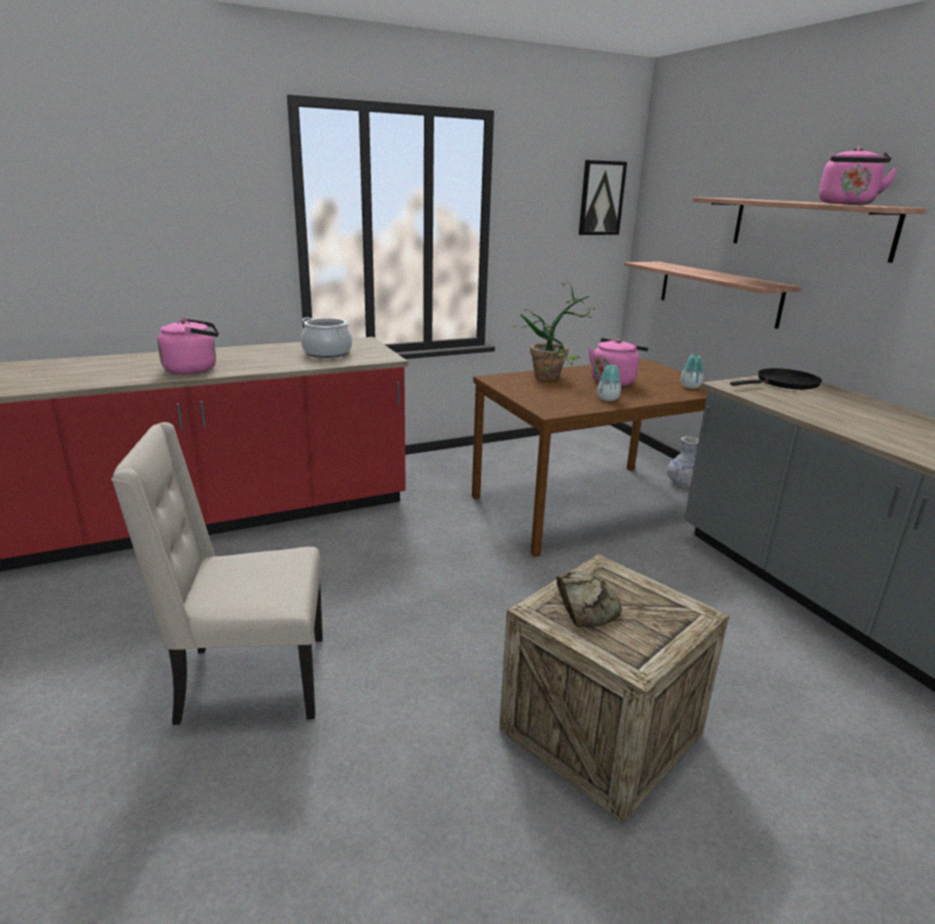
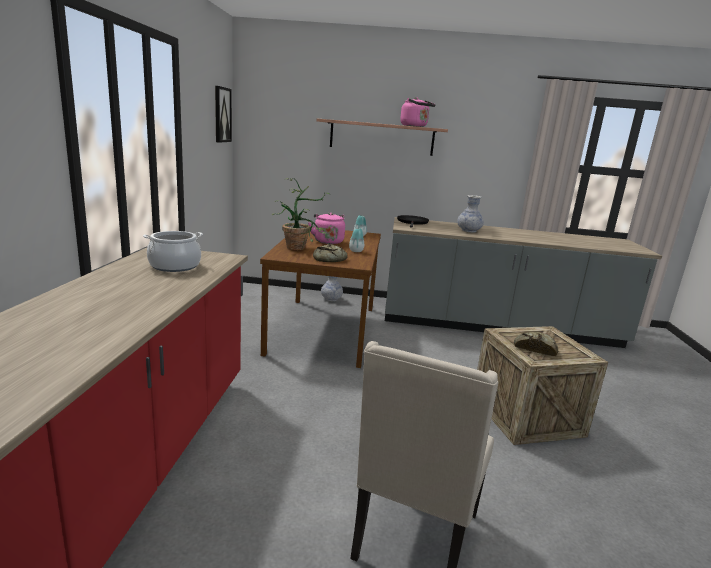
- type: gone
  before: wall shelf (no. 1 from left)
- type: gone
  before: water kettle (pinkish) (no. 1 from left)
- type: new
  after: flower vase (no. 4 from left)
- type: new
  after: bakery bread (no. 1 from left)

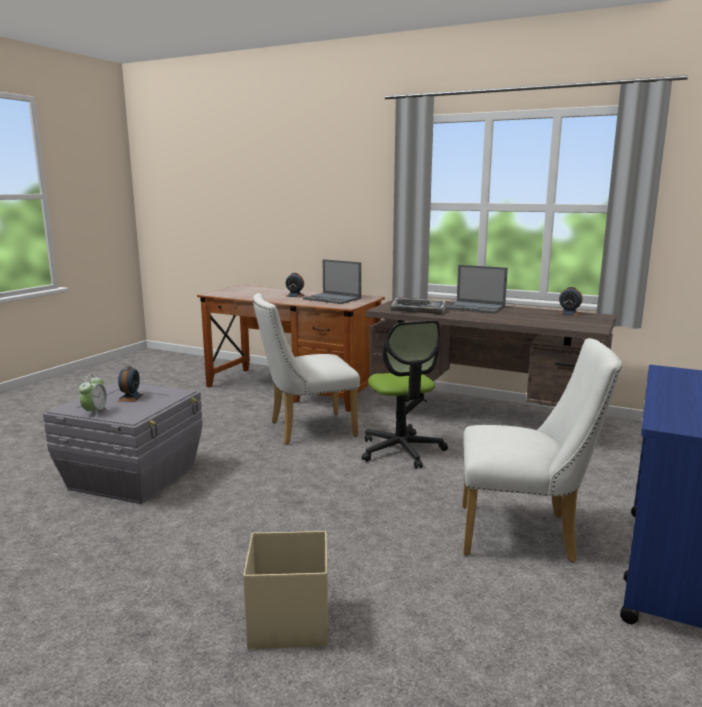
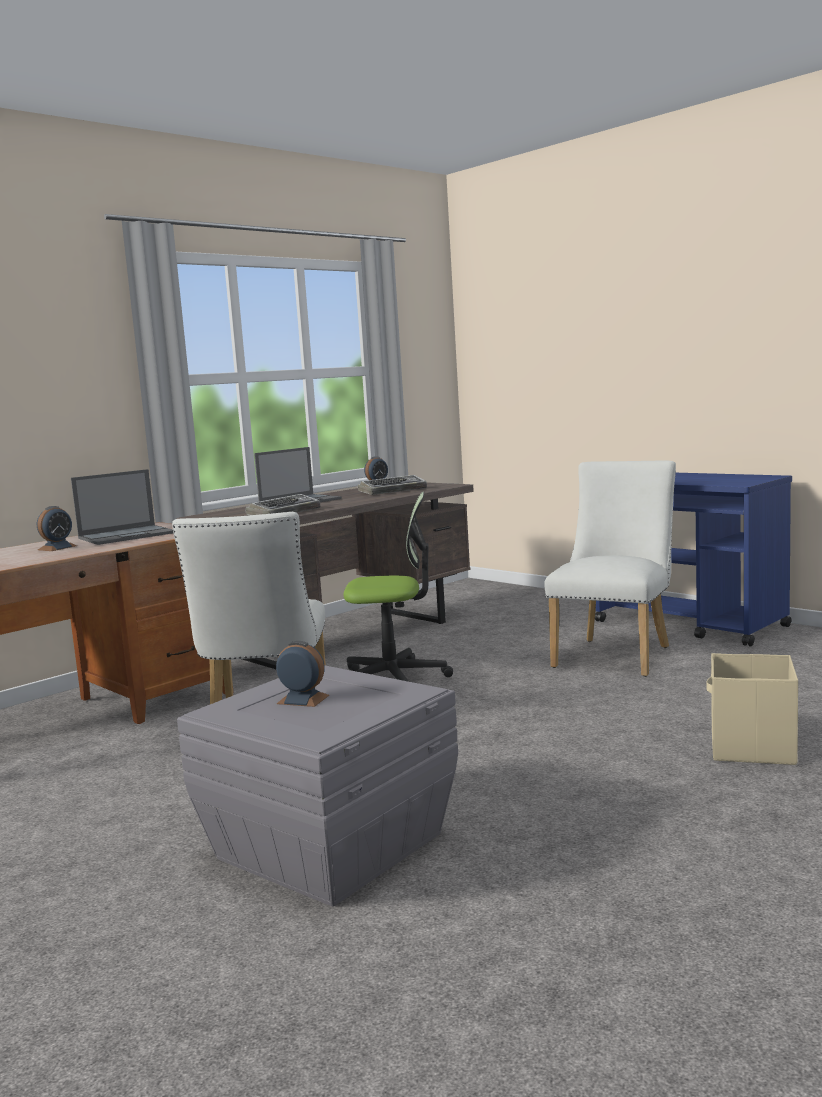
- type: gone
  before: table clock (no. 1 from left)
- type: new
  after: keyboard (no. 2 from left)

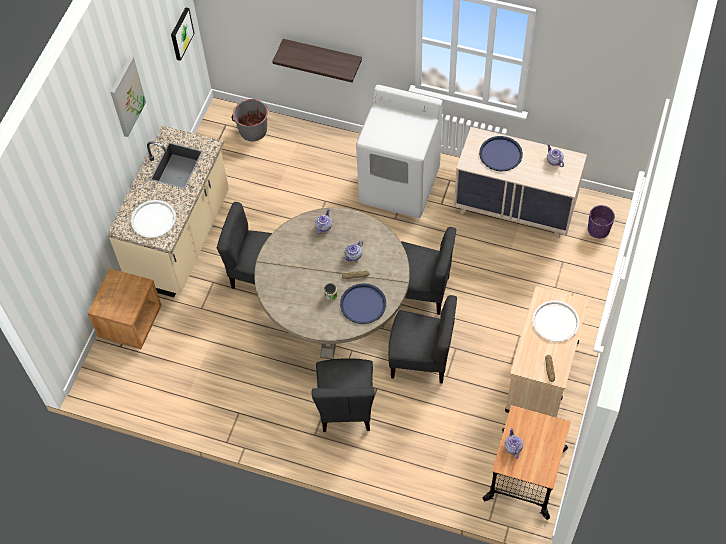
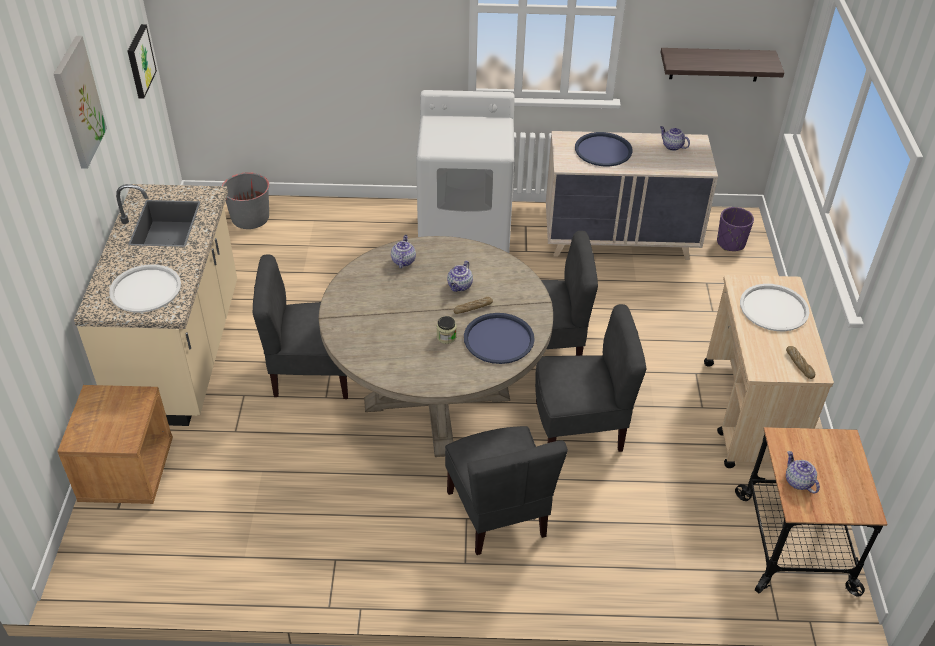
- type: shifted
  before: wall shelf

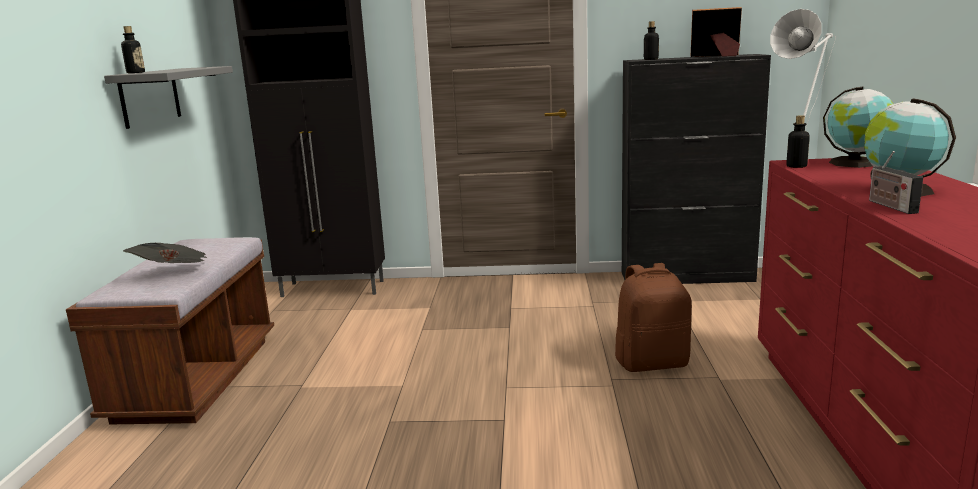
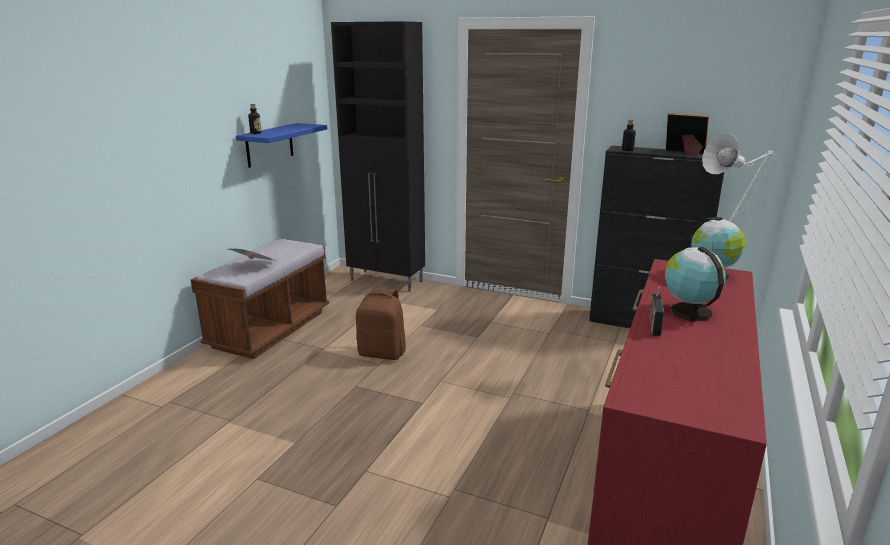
- type: repainted
  before: wall shelf (greyish)
  after: wall shelf (bluish)
- type: gone
  before: bottle (no. 3 from left)
- type: shifted
  before: knapsack (brownish)

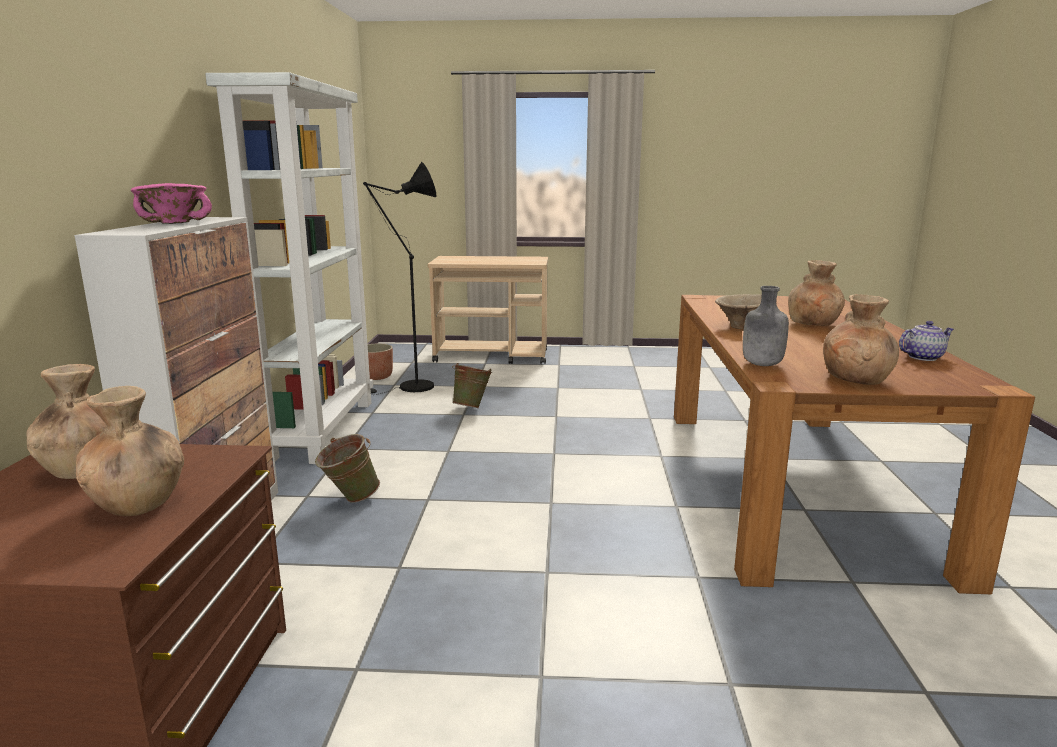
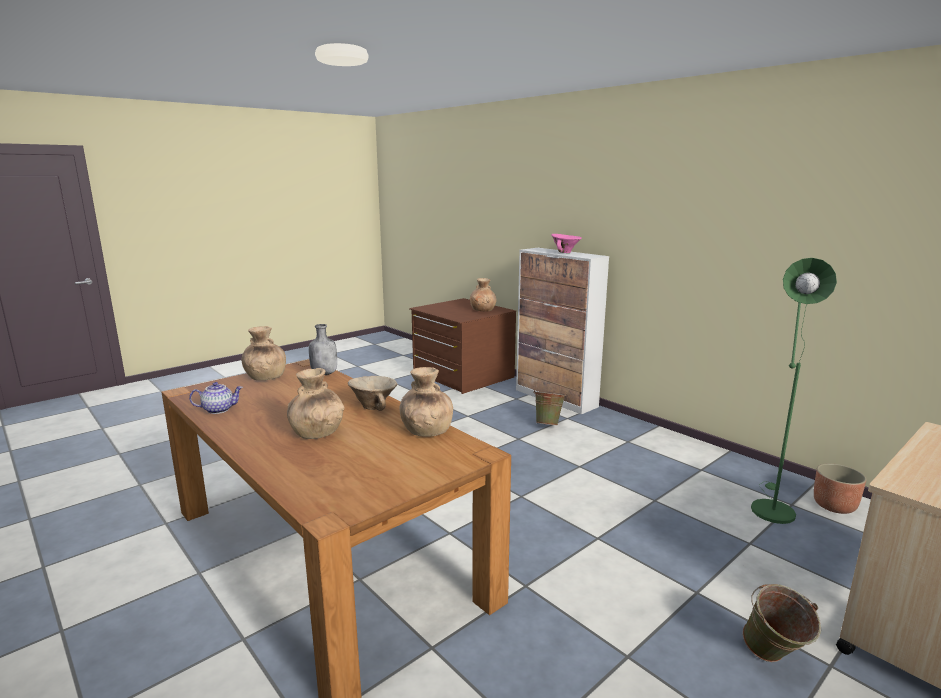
- type: gone
  before: shelving unit (white)
- type: repainted
  before: standard lamp (black)
  after: standard lamp (green)
- type: rotated
  before: teapot
  turn: -135
- type: shifted
  before: bucket (green) (no. 2 from left)
- type: shifted
  before: flower vase (brownish) (no. 2 from left in the first image)
  after: flower vase (brownish) (no. 3 from left)

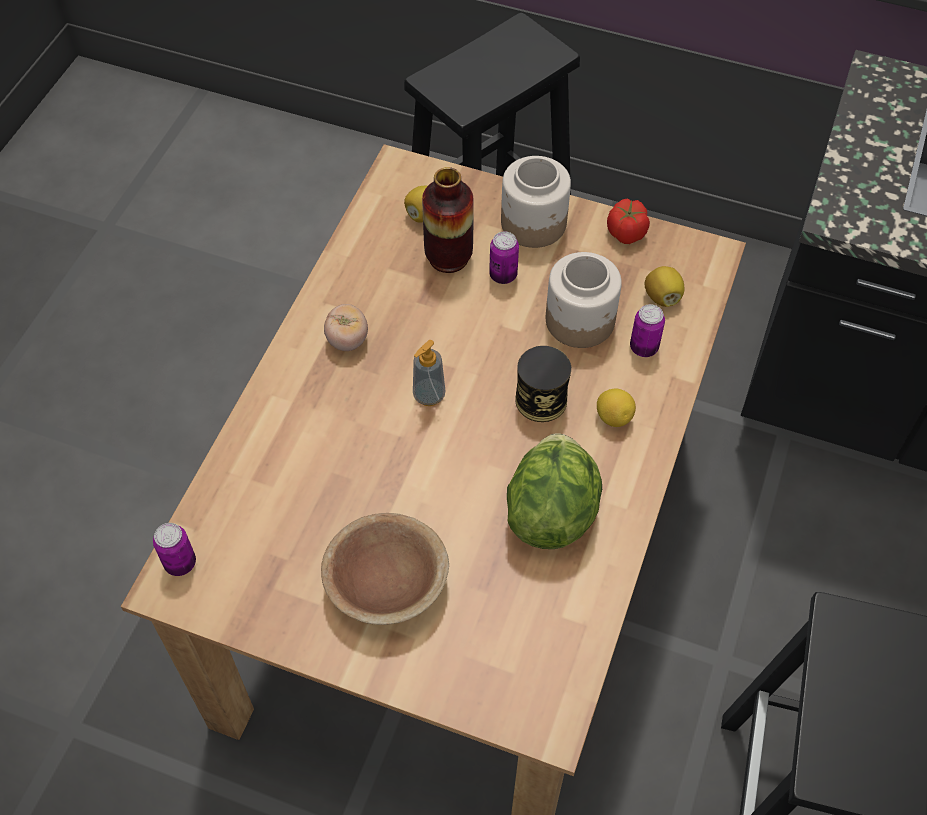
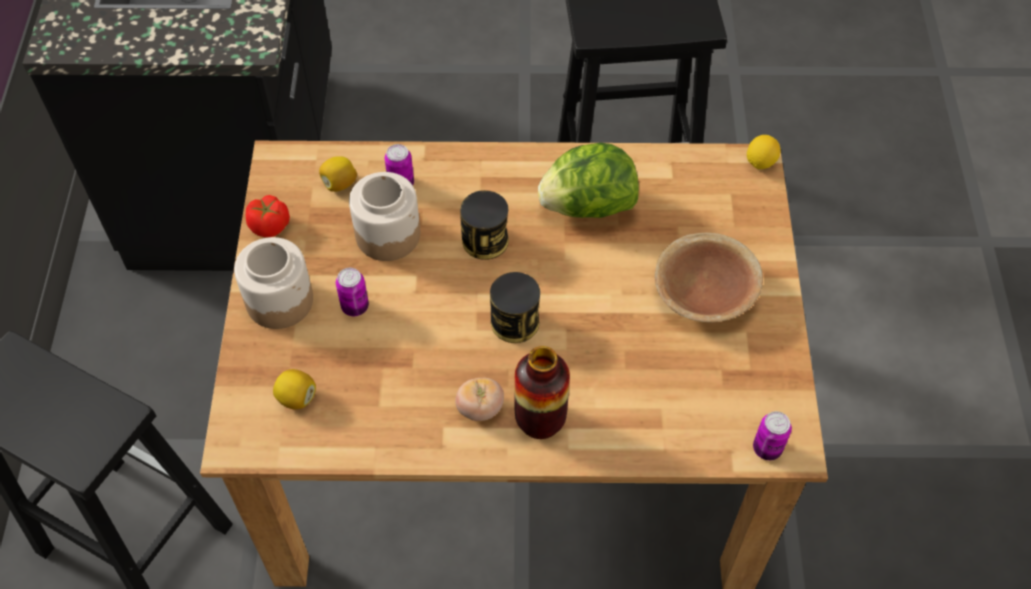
- type: shifted
  before: flower vase
- type: swapped
  before: soap dispenser
  after: can (no. 4 from left)
- type: shifted
  before: whole lemon (no. 2 from left in the first image)
  after: whole lemon (no. 3 from left)

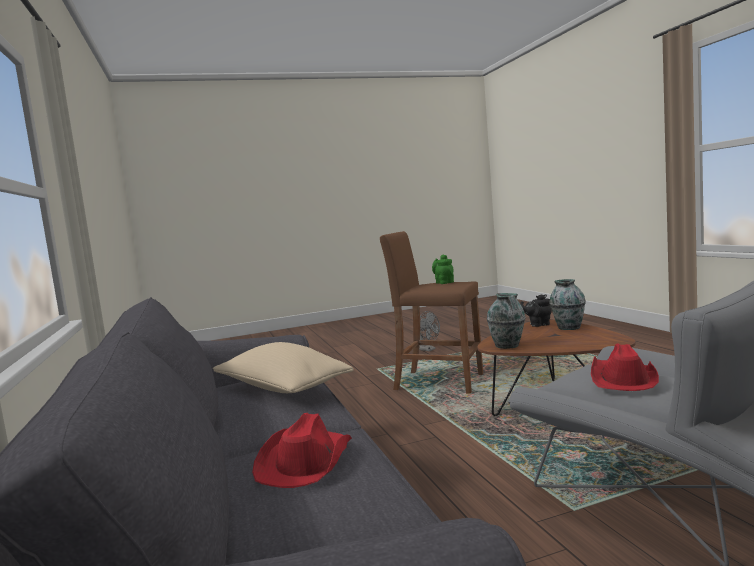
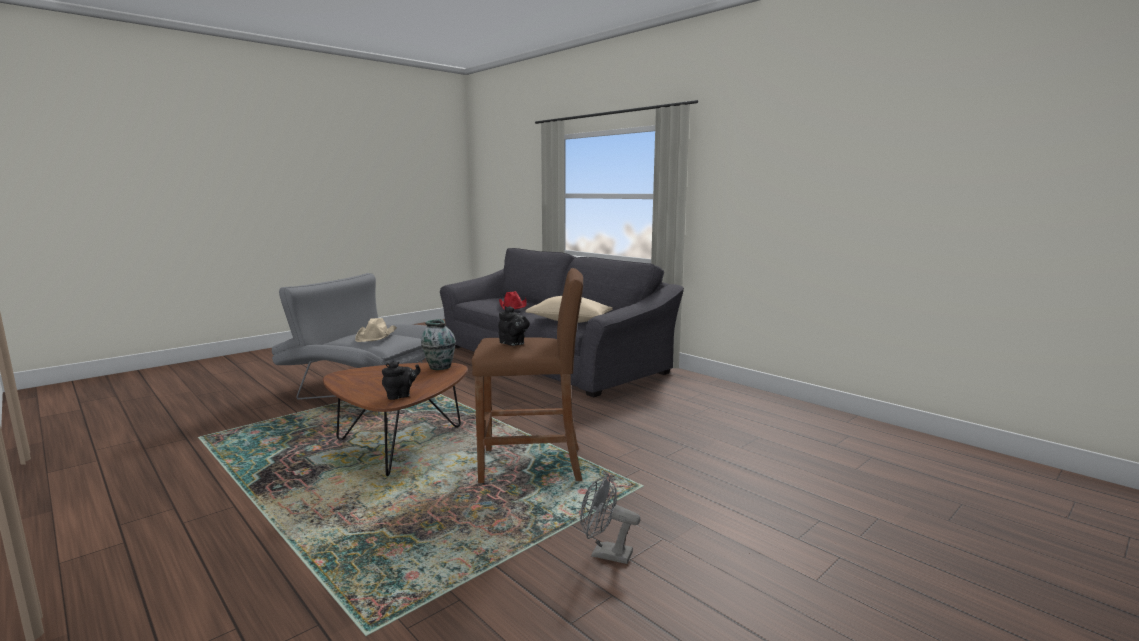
- type: repainted
  before: teapot (green)
  after: teapot (black) (no. 2 from left)
- type: gone
  before: flower vase (no. 2 from left)
- type: repainted
  before: hat (red-coloured) (no. 2 from left)
  after: hat (sand-coloured)

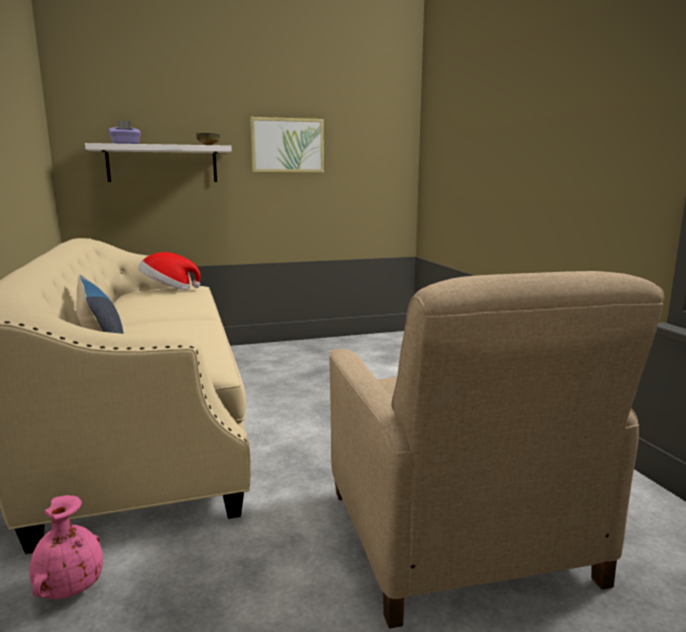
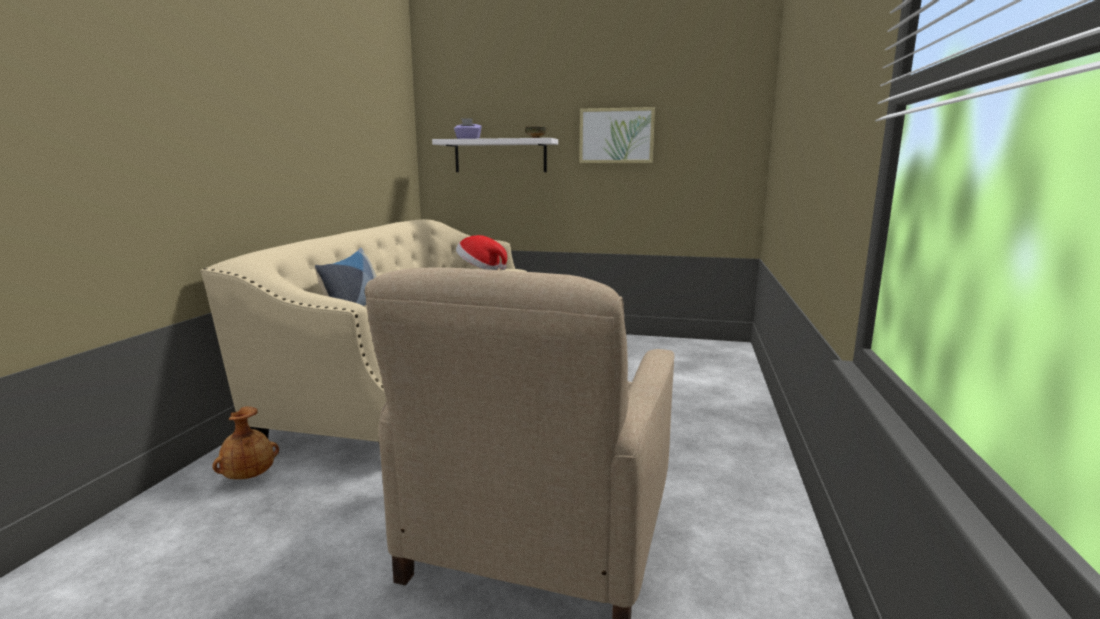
- type: repainted
  before: flower vase (pinkish)
  after: flower vase (brownish)

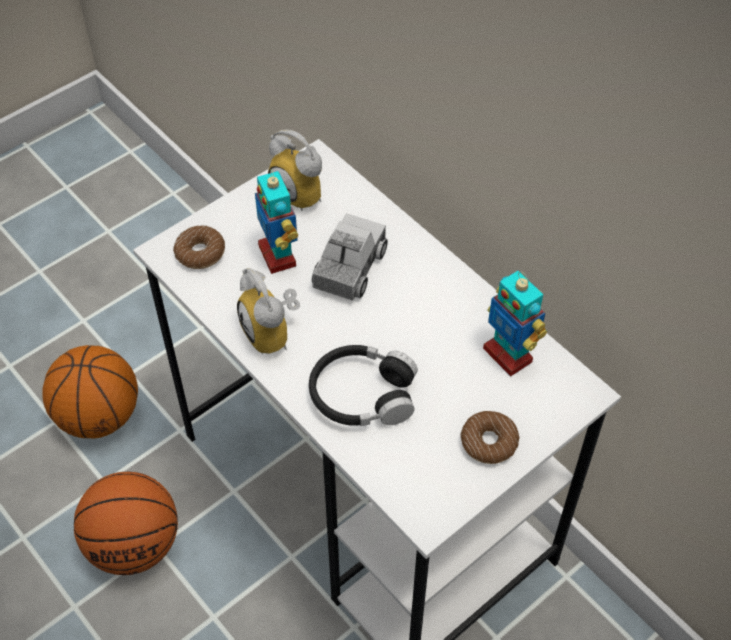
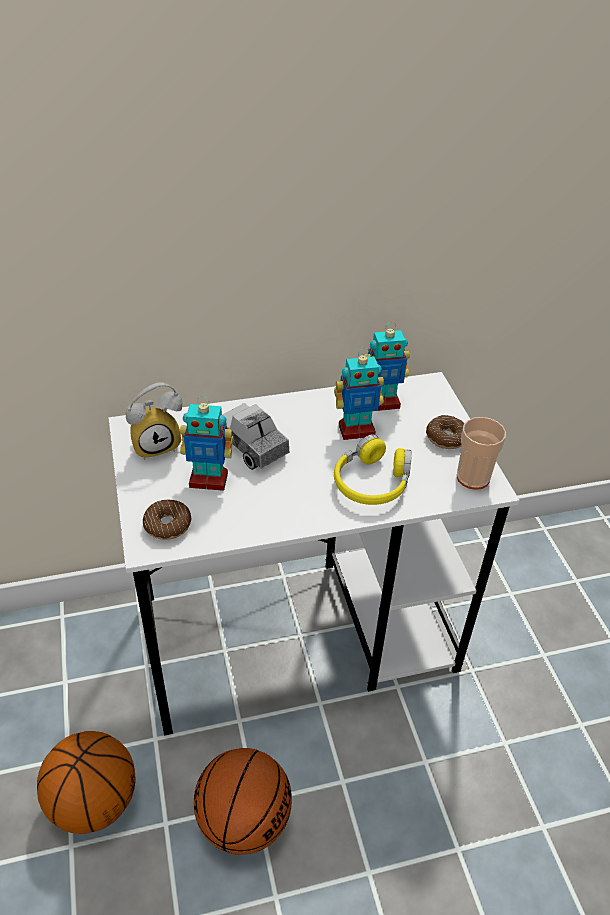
- type: gone
  before: table clock (no. 1 from left)
- type: repainted
  before: headset (black)
  after: headset (yellow)
- type: new
  after: model robot (no. 2 from left)
- type: new
  after: cup

